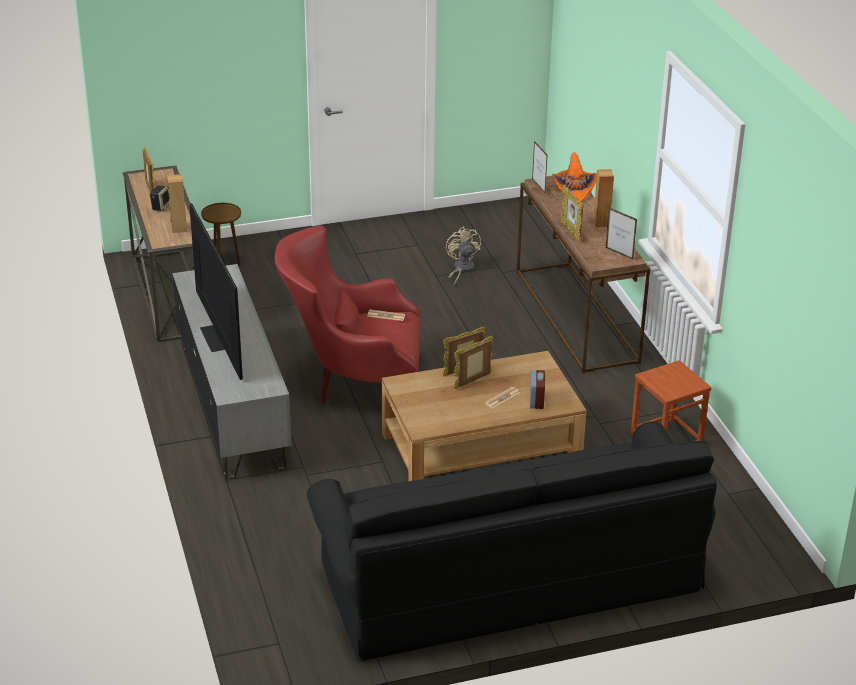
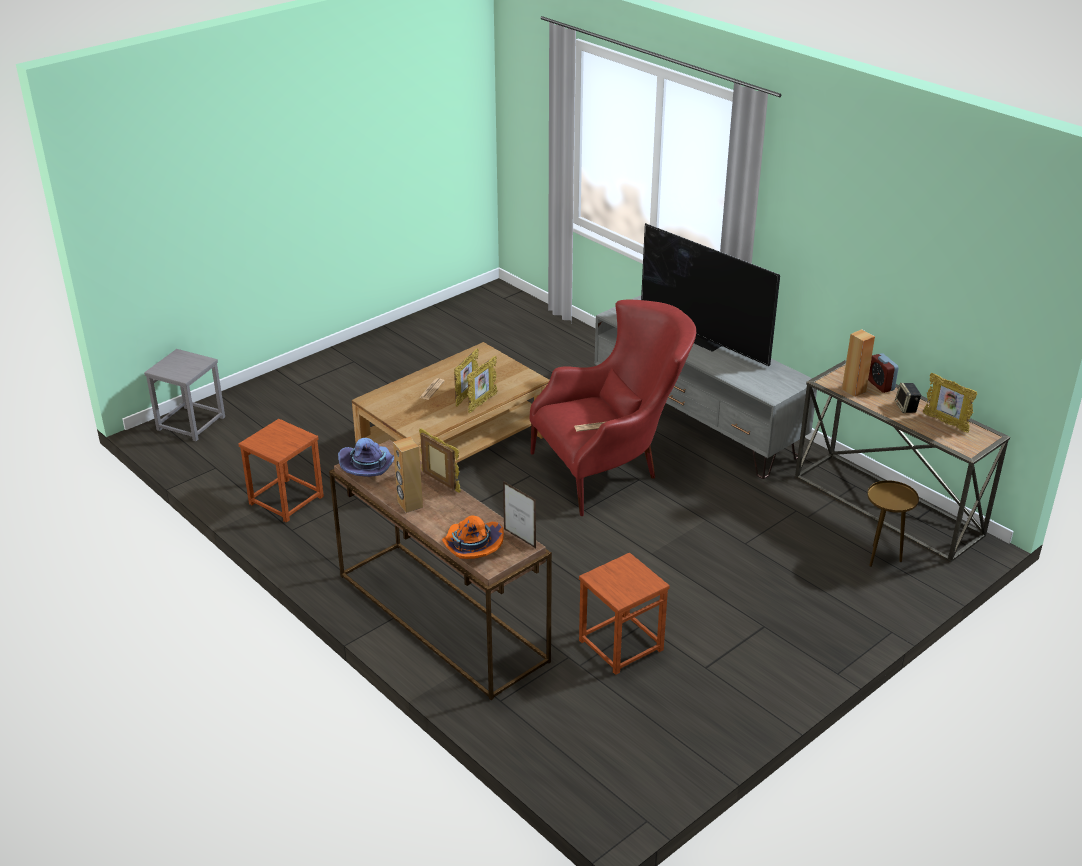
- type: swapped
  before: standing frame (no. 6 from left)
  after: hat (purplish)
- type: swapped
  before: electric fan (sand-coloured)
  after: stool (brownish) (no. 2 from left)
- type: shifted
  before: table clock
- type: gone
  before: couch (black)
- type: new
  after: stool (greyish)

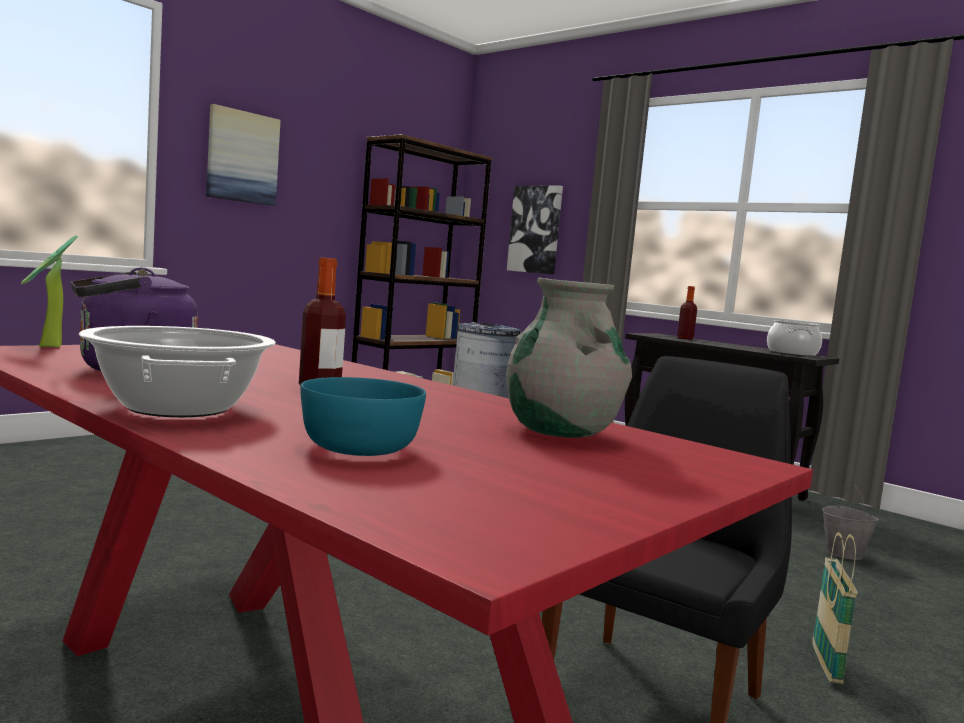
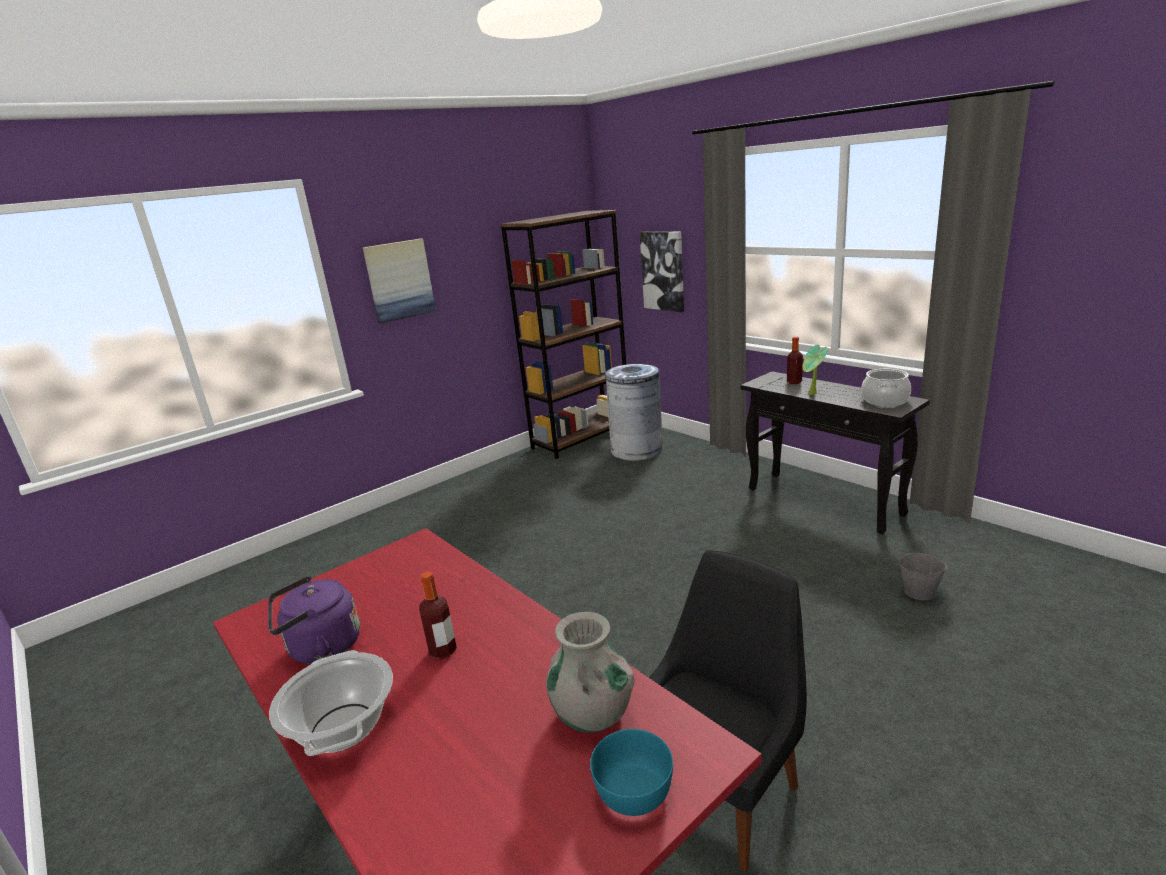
- type: shifted
  before: houseplant
- type: shifted
  before: bowl (turquoise)
- type: gone
  before: household basket

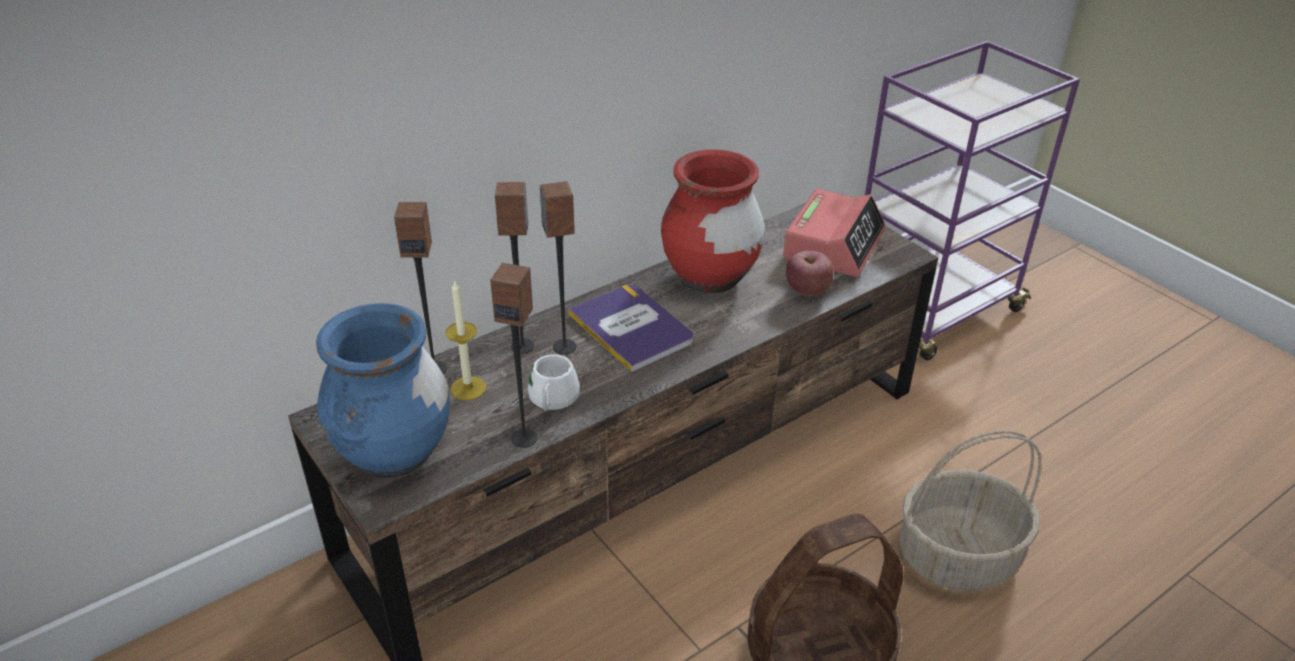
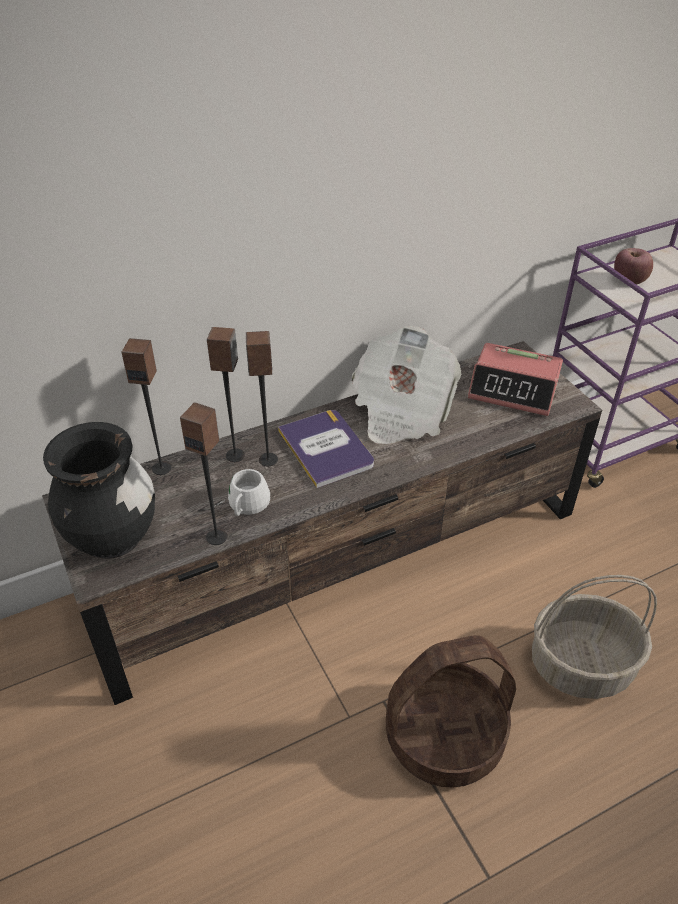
- type: swapped
  before: flower vase (red-coloured)
  after: printed paper
- type: rotated
  before: table clock
  turn: 75
- type: shifted
  before: apple
- type: gone
  before: candle
- type: repainted
  before: flower vase (bluish)
  after: flower vase (black)

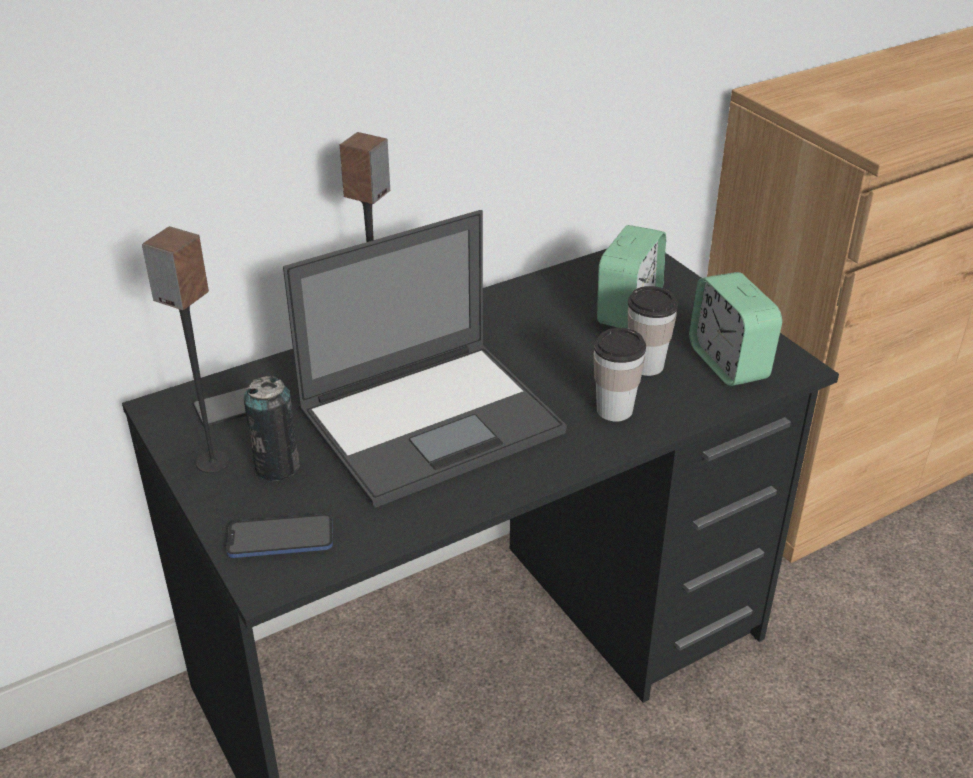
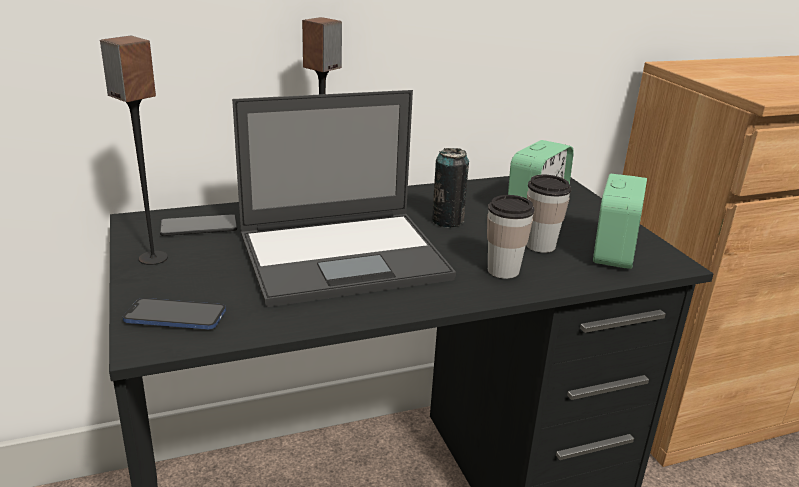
- type: rotated
  before: table clock (no. 2 from left)
  turn: -150
- type: shifted
  before: can

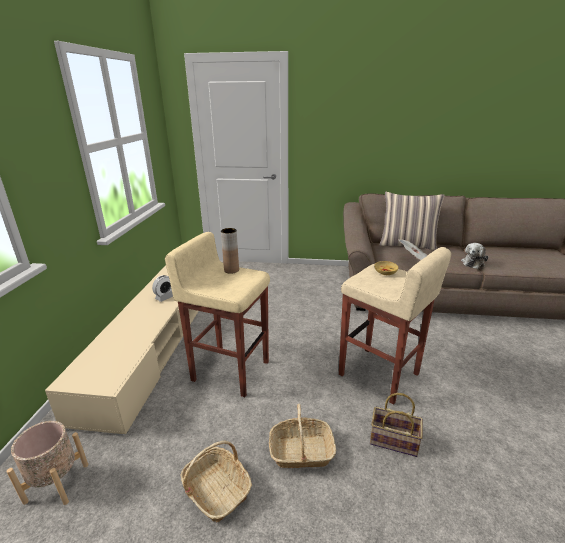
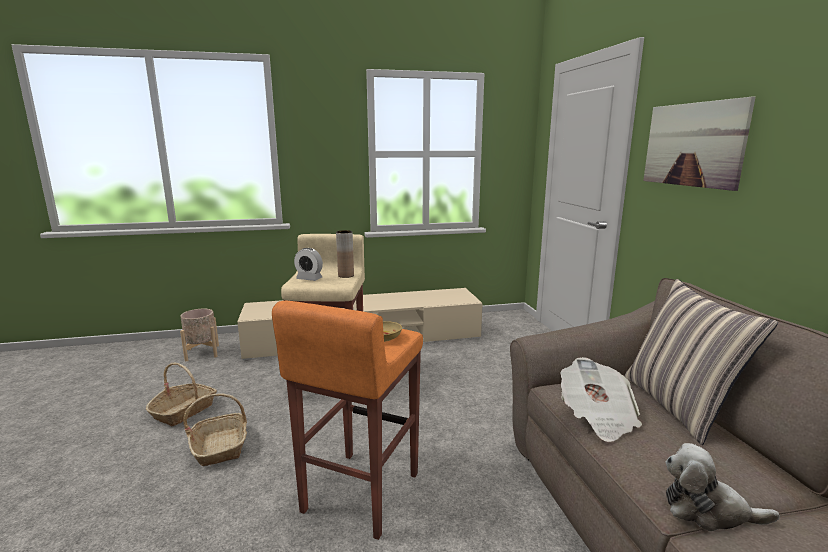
- type: repainted
  before: stool (sand-coloured) (no. 2 from left)
  after: stool (orange-coloured)
- type: shifted
  before: table clock
- type: gone
  before: household basket (no. 3 from left)
- type: new
  after: picture

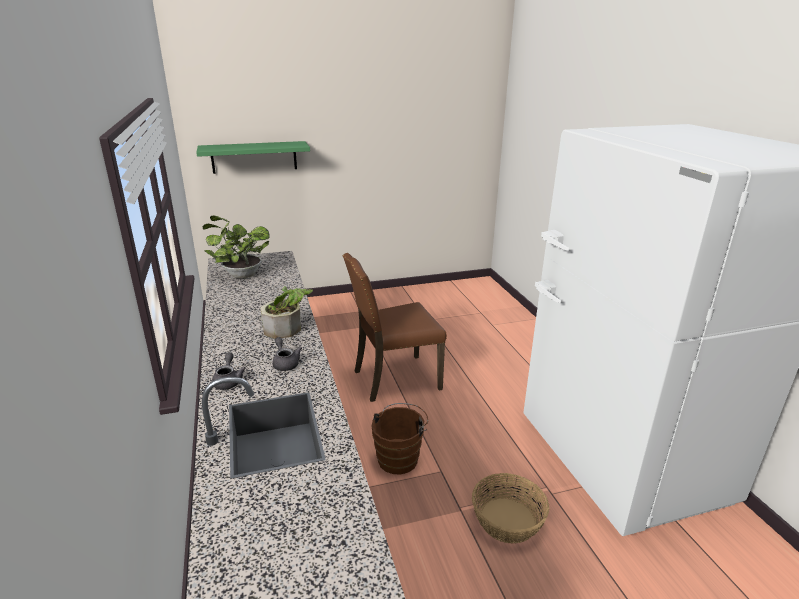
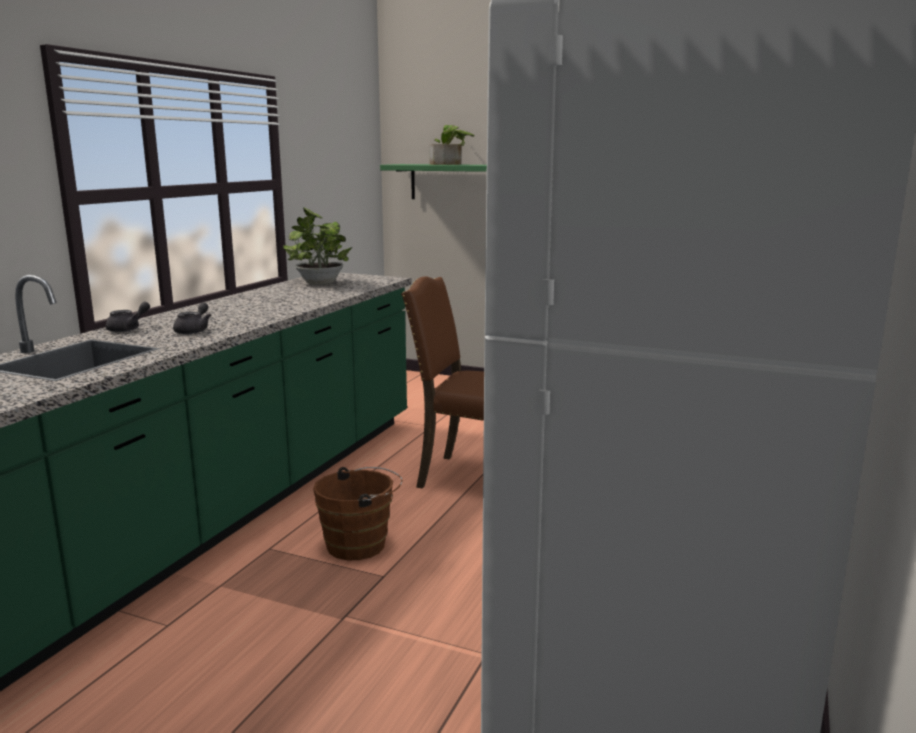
- type: shifted
  before: houseplant (no. 2 from left)
- type: gone
  before: household basket

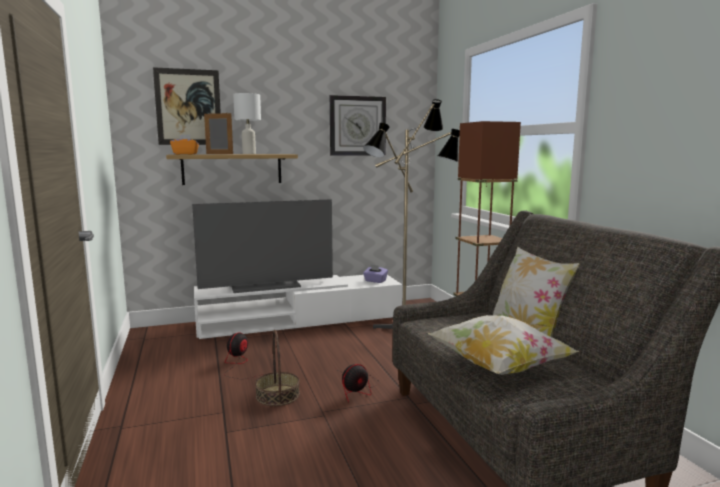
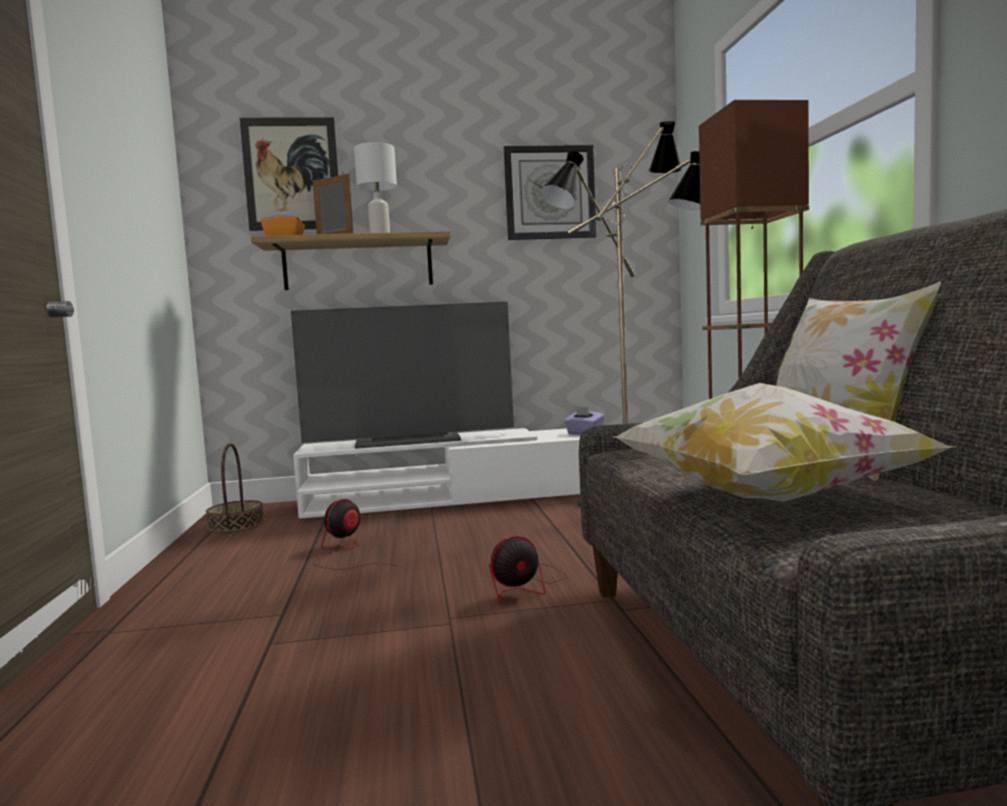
- type: shifted
  before: household basket

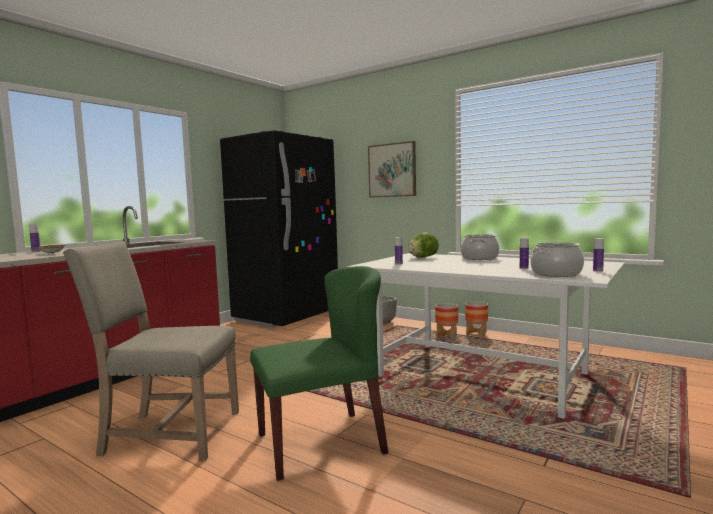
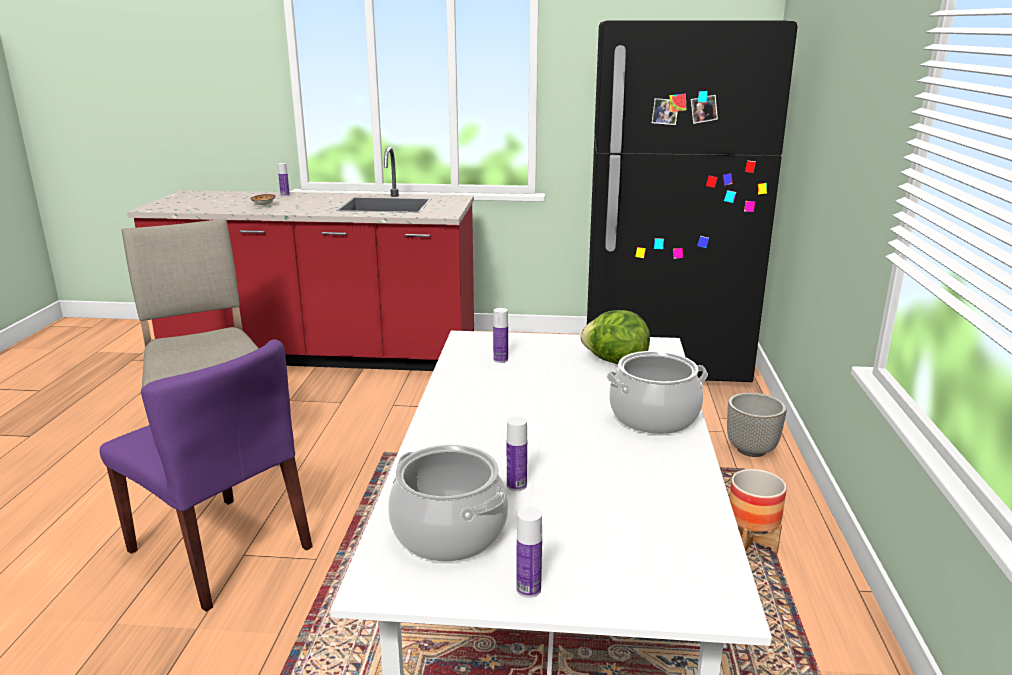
- type: gone
  before: picture
- type: repainted
  before: upright chair (green)
  after: upright chair (purplish)
- type: gone
  before: planter (no. 3 from left)

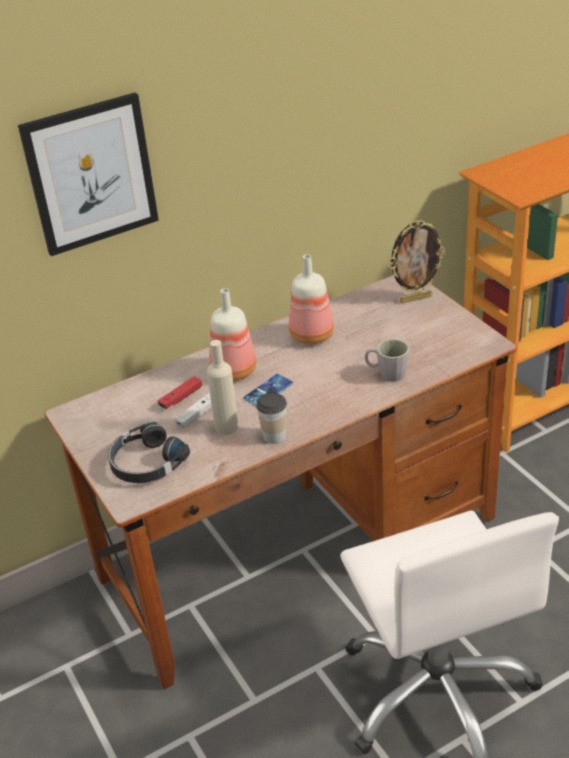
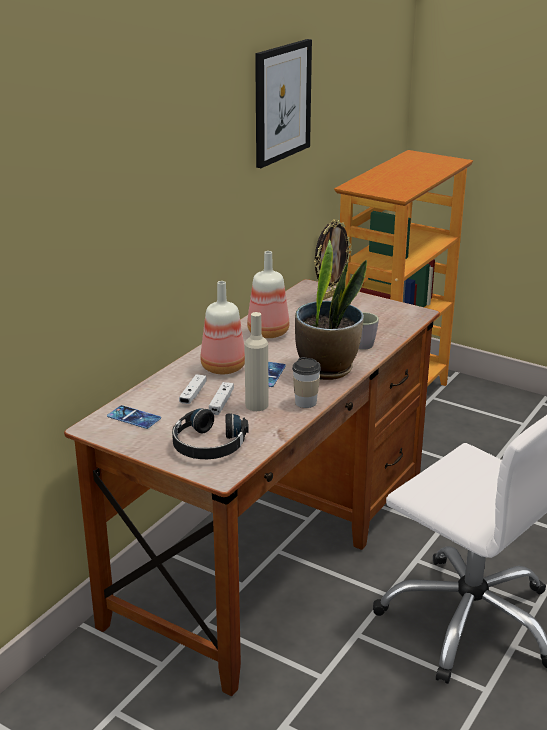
- type: shifted
  before: picture
- type: repainted
  before: game controller (red-coloured)
  after: game controller (white) (no. 1 from left)
- type: new
  after: houseplant
- type: new
  after: telephone (no. 1 from left)

